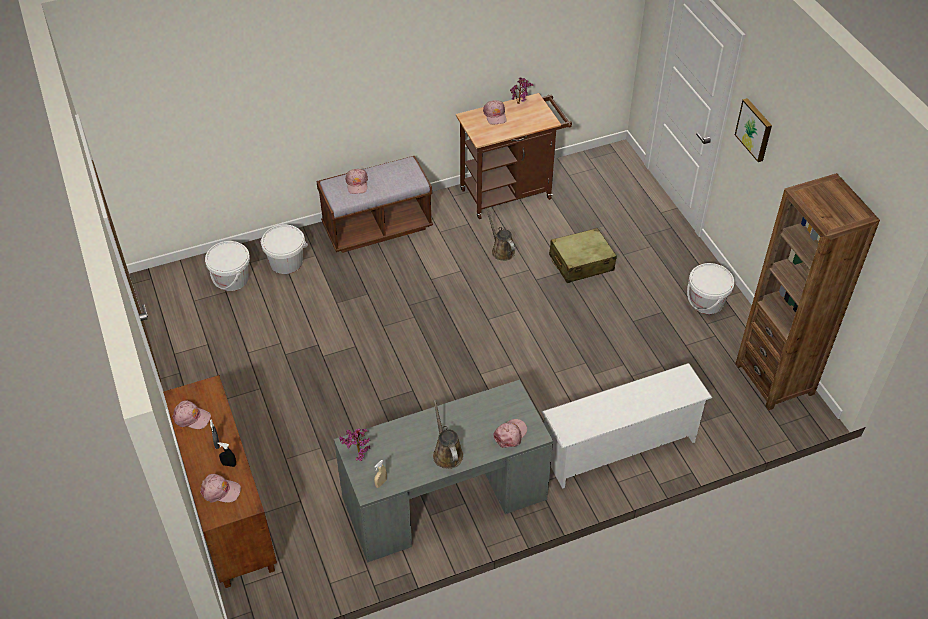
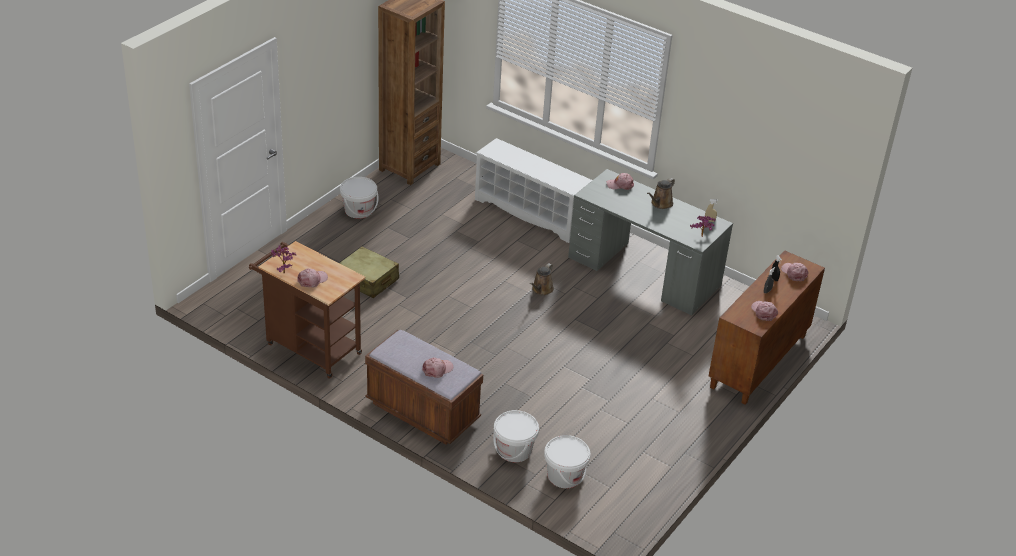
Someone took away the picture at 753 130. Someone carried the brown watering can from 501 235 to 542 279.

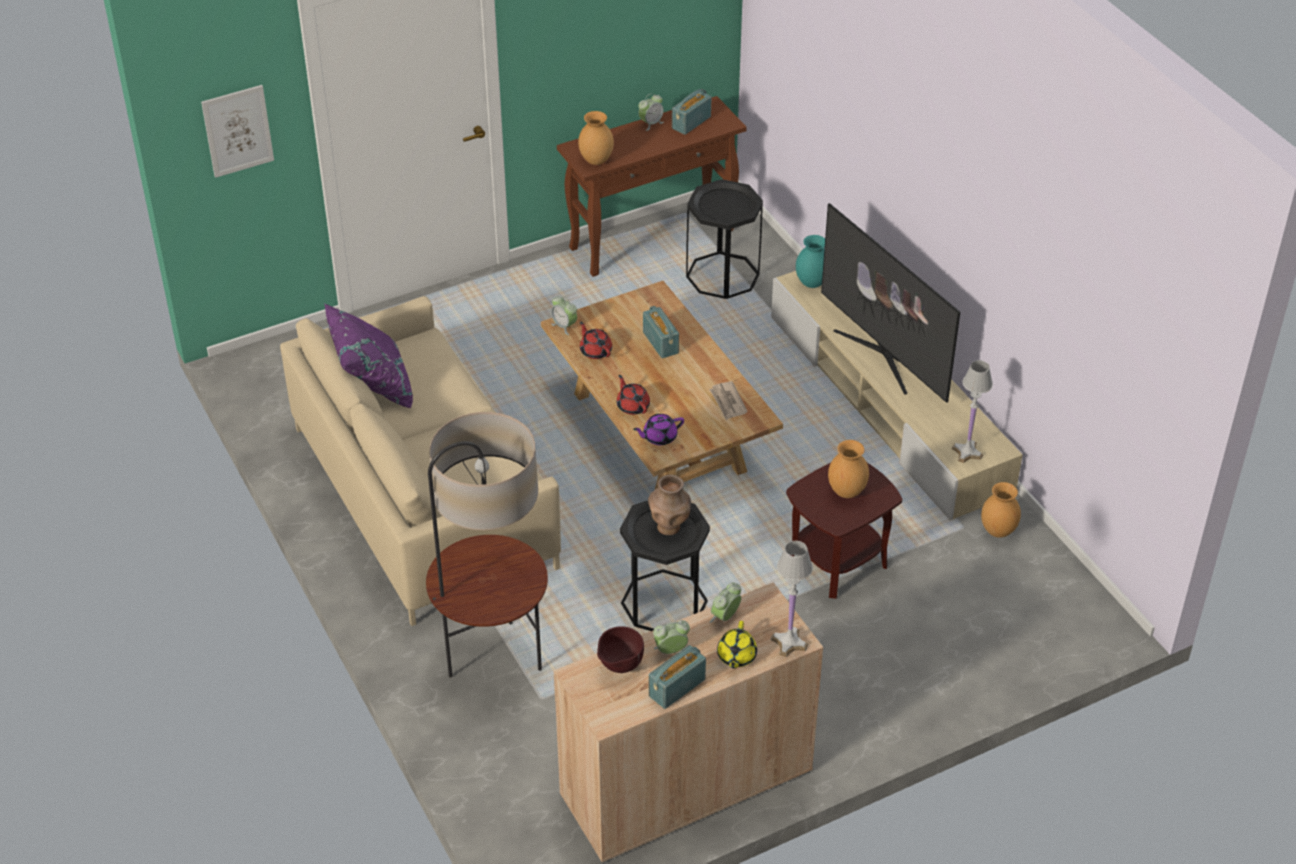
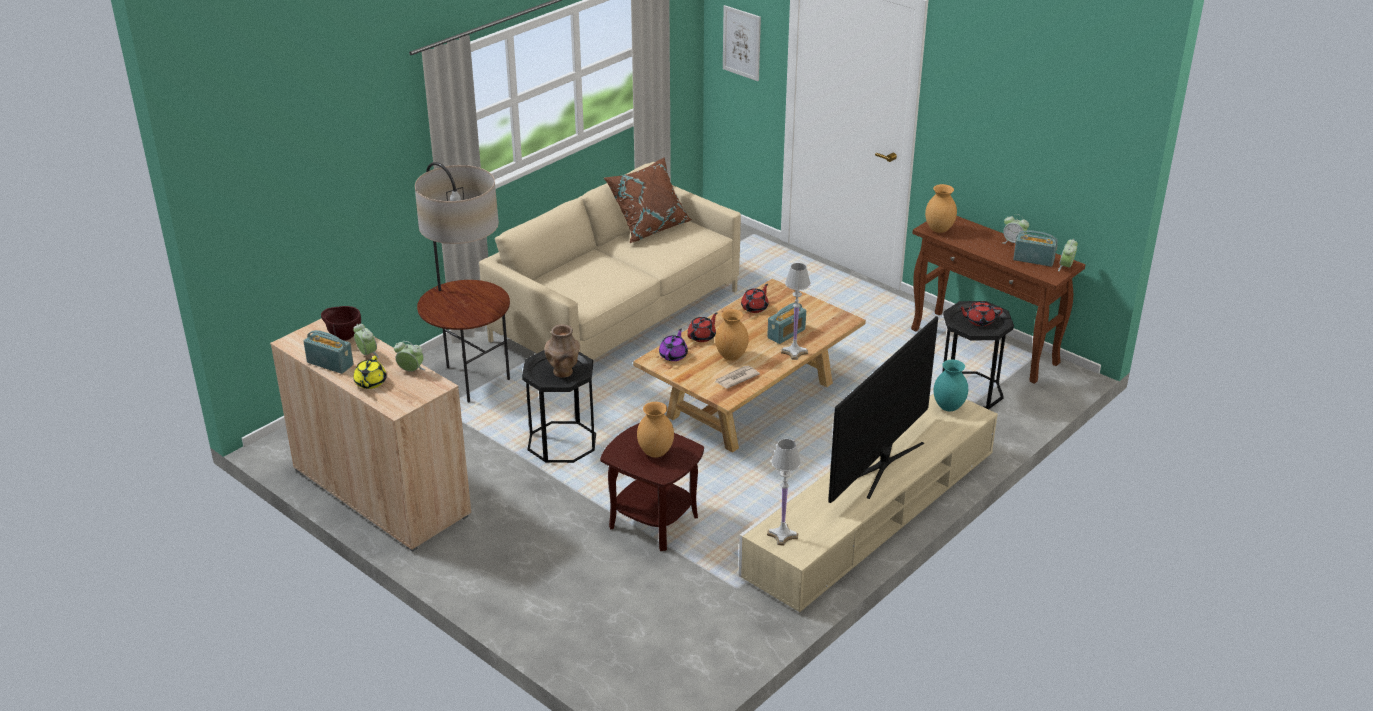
Someone carried the alarm clock from 564 315 to 1068 255. Someone repainted the purple pillow at 368 355, which became the brown pillow at 648 200. Someone rotated the purple teapot at 658 429 by 60 degrees clockwise. Someone carried the brown vase from 1001 510 to 732 334. Someone carried the white table lamp from 792 599 to 796 311. Someone rotated the yellow teapot at 737 644 by 75 degrees counterclockwise. Someone put down the red teapot at 980 313.

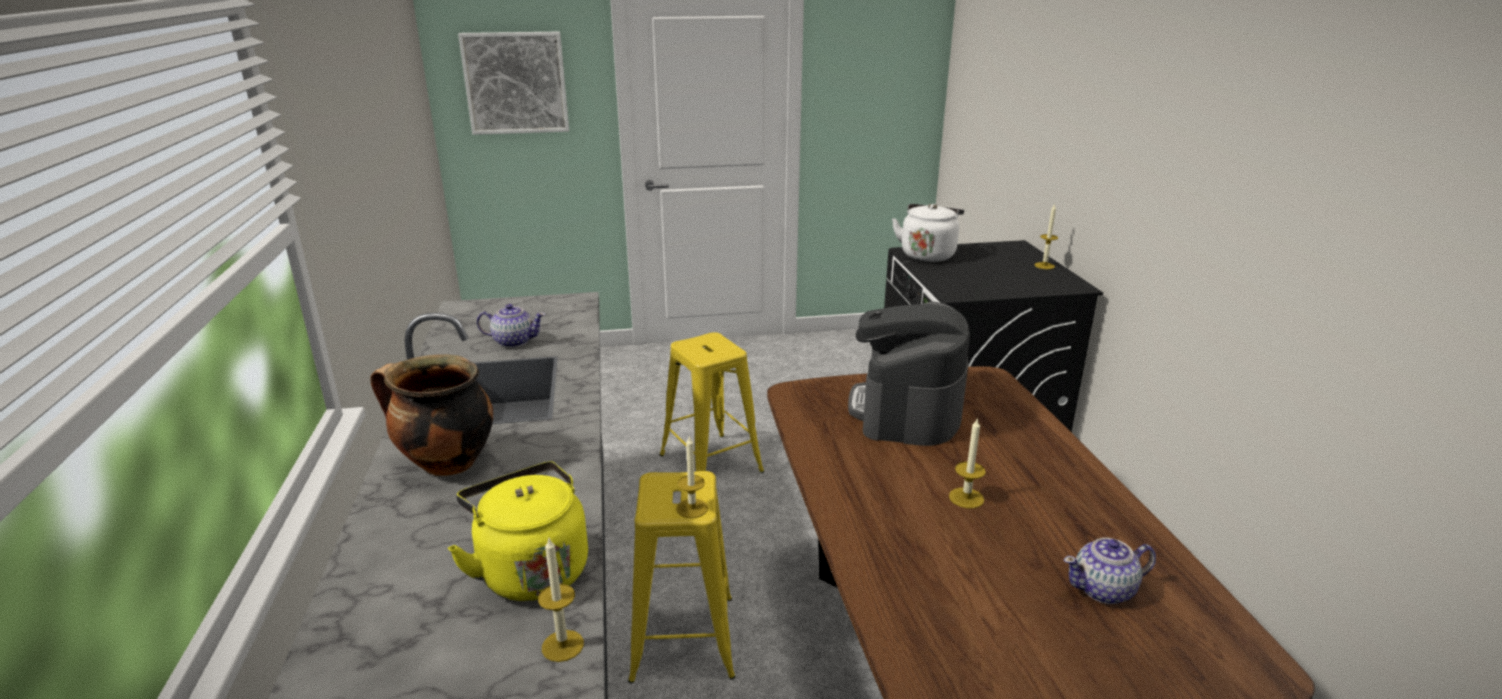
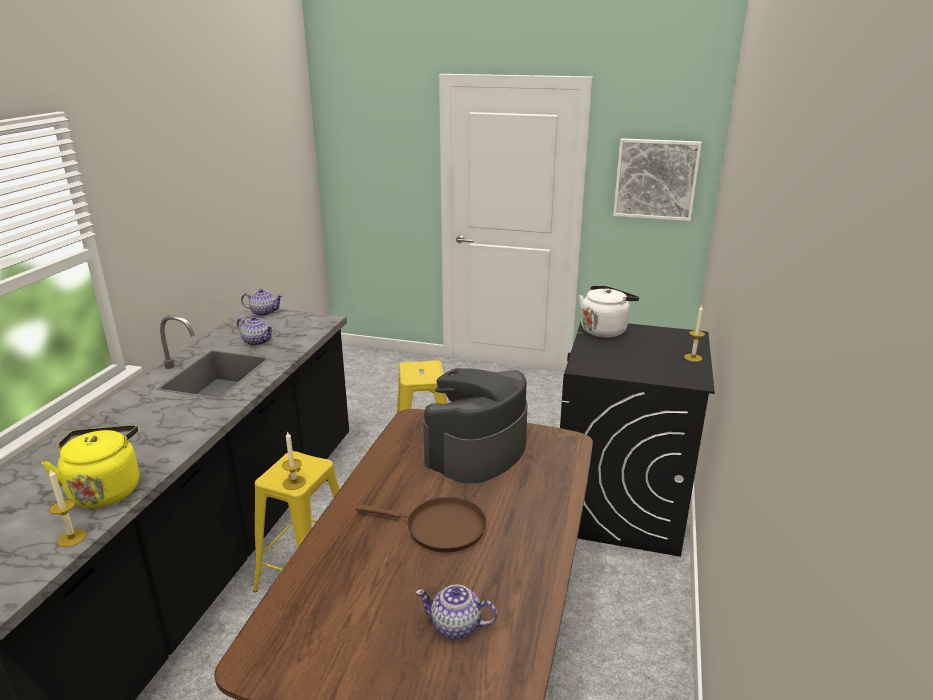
Someone carried the picture from 513 83 to 657 179. Someone took away the cooking pot at 432 415. Someone swapped the candle at 967 463 for the brown frying pan at 421 524. Someone put down the teapot at 262 302.

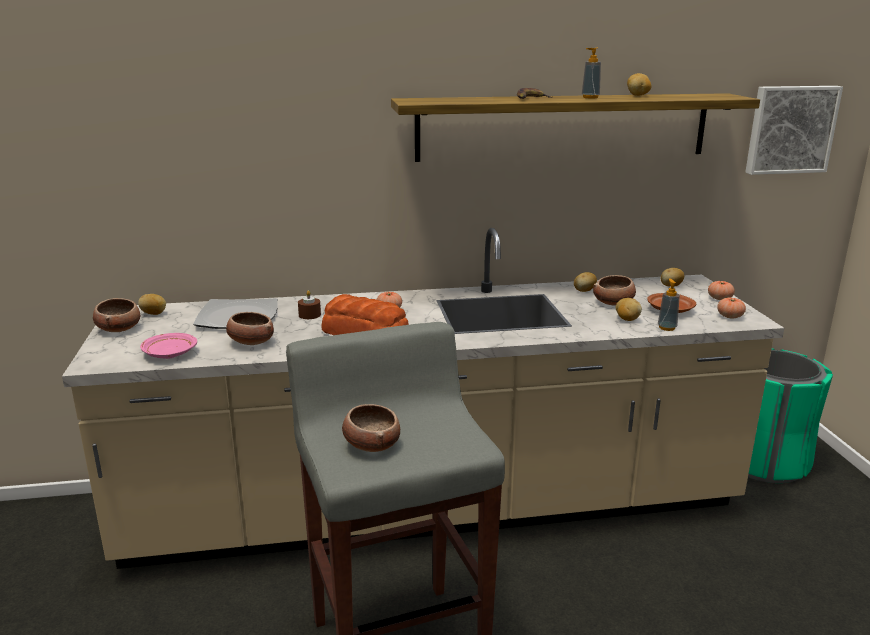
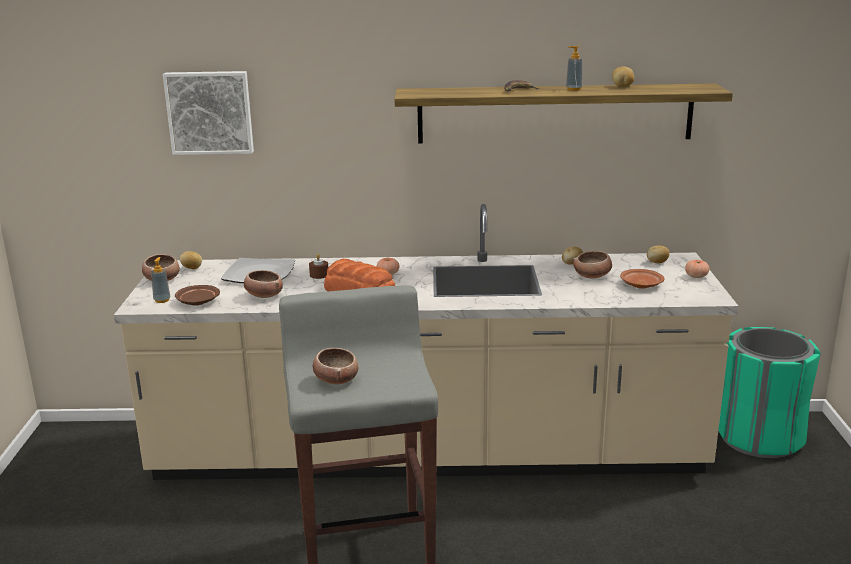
Someone carried the picture from 794 130 to 208 113. Someone carried the soap dispenser from 669 304 to 160 280. Someone took away the potato at 629 309. Someone took away the tomato at 731 308. Someone repainted the pink plate at 168 346, which became the brown plate at 197 295.

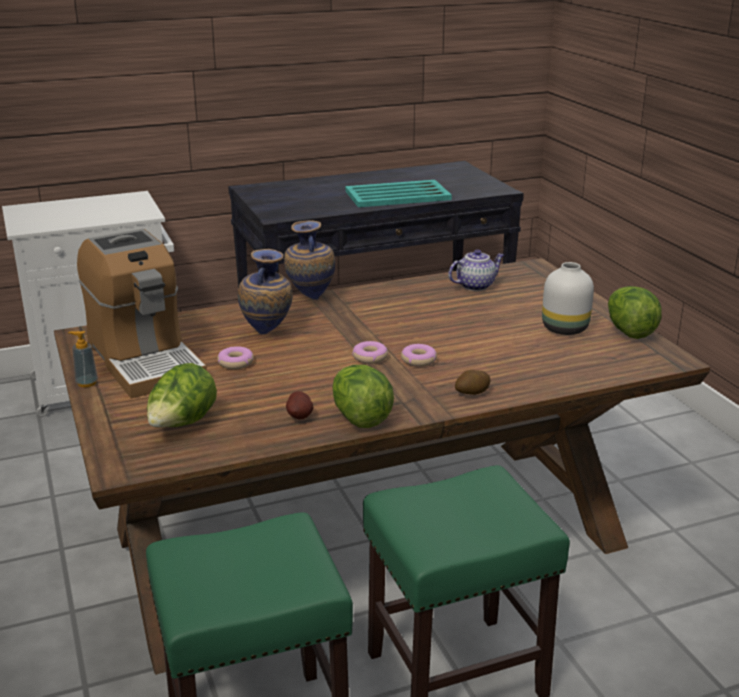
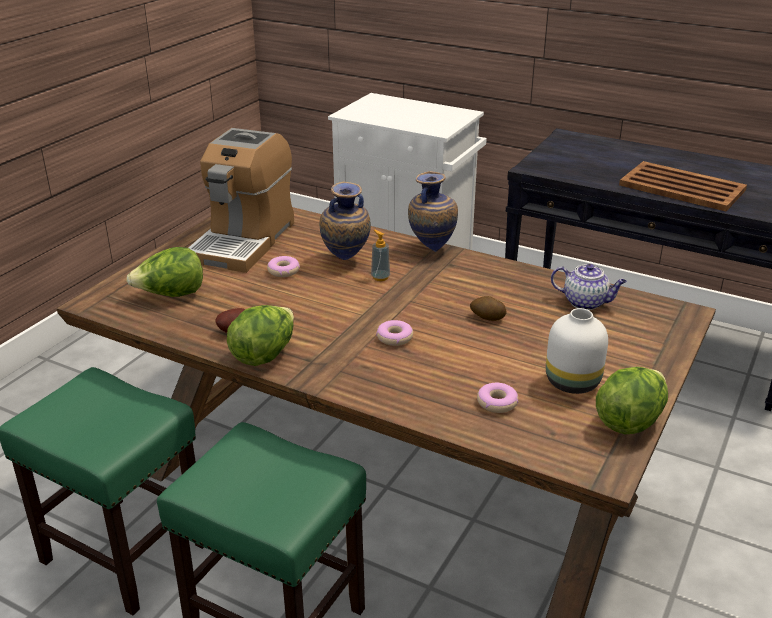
Someone repainted the turquoise tray at 398 193, which became the brown tray at 683 186. Someone carried the soap dispenser from 83 359 to 380 255. Someone carried the donut from 370 352 to 497 398. Someone carried the potato from 472 382 to 488 308.

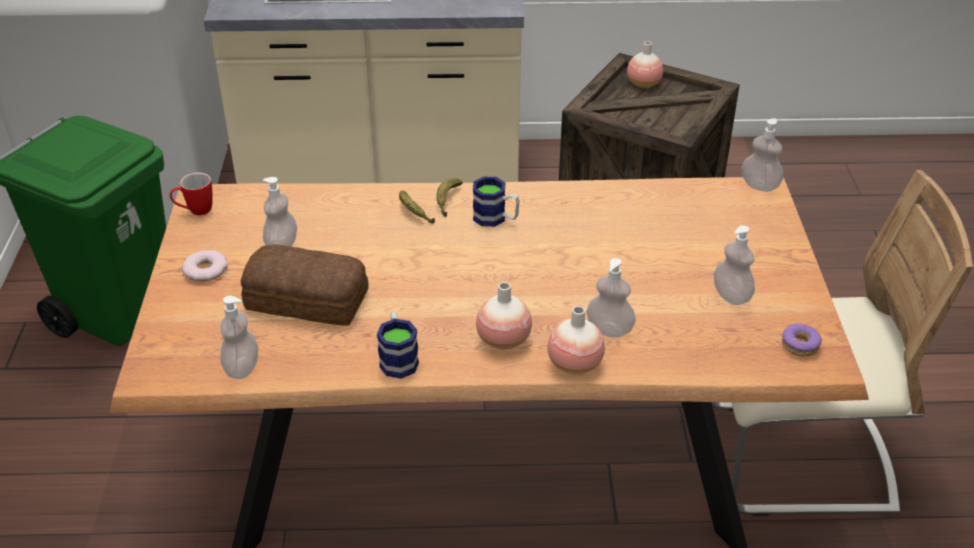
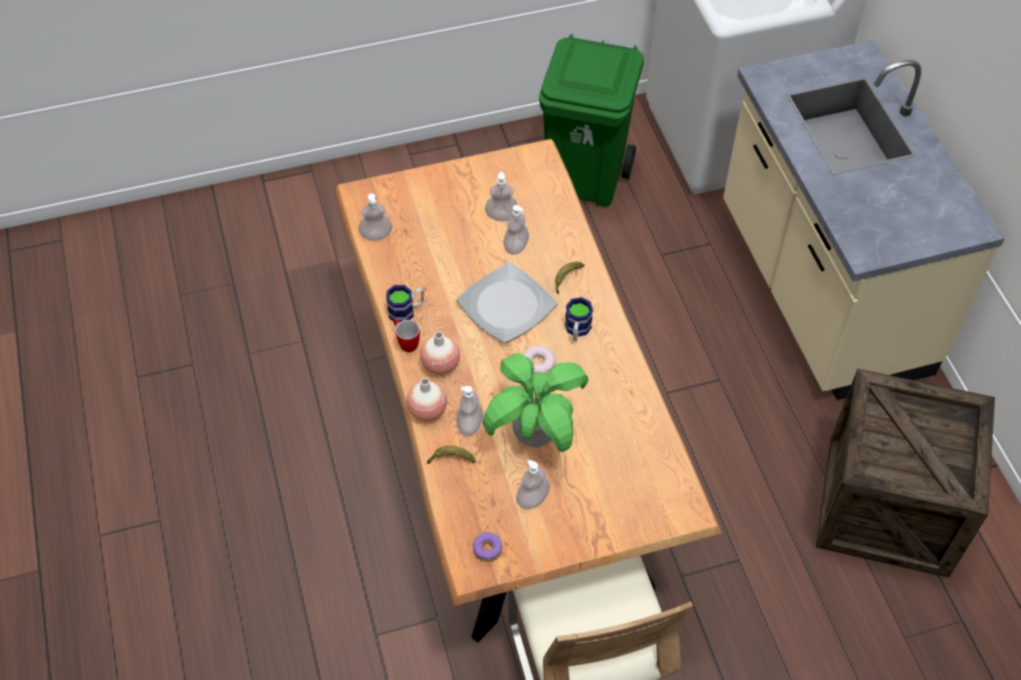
Someone took away the vase at 645 64. Someone carried the soap dispenser from 762 155 to 516 230. Someone carried the mug from 191 194 to 406 335. Someone carried the banana from 449 197 to 451 455. Someone took away the bread at 305 285. Someone carried the donut from 205 266 to 539 360. Someone put down the plate at 506 302. Someone put down the potted plant at 535 402.

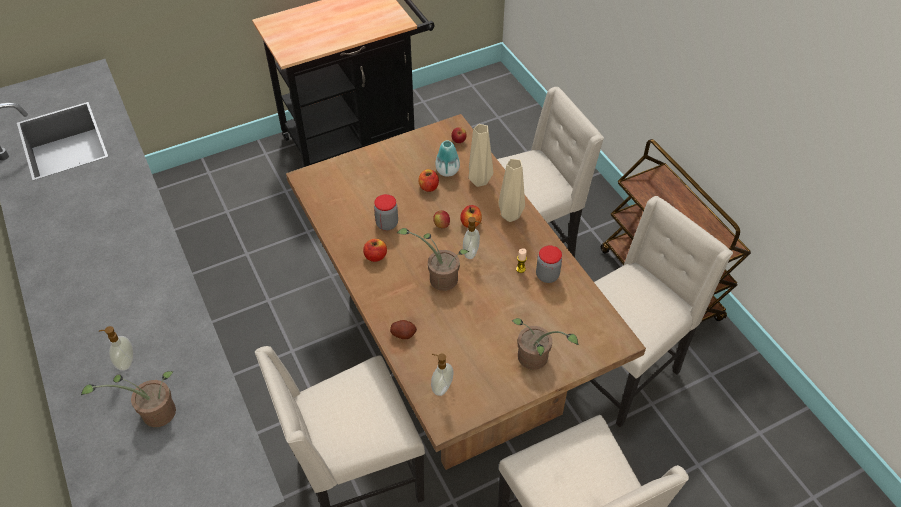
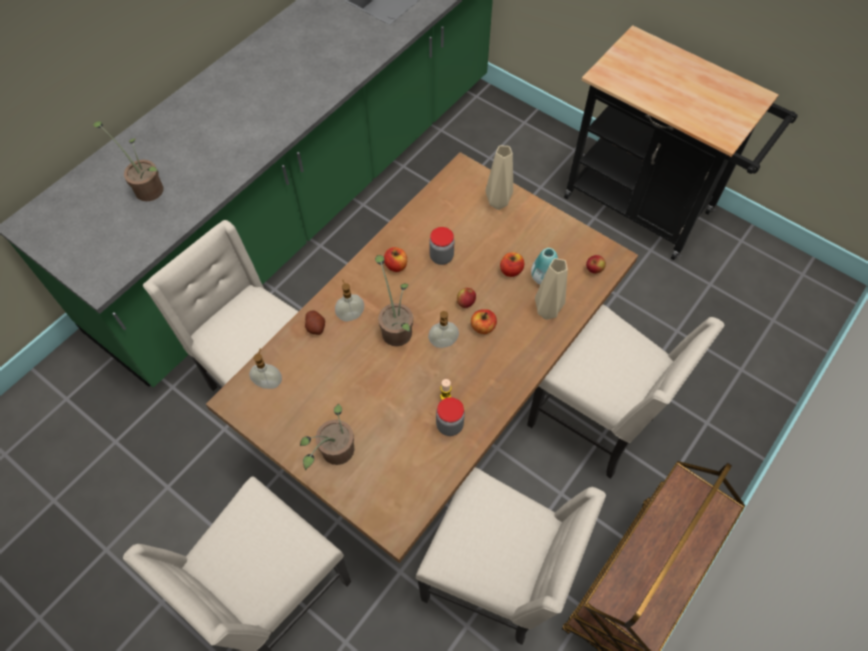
Someone carried the beige vase from 511 190 to 499 178. Someone carried the soap dispenser from 116 348 to 349 301.

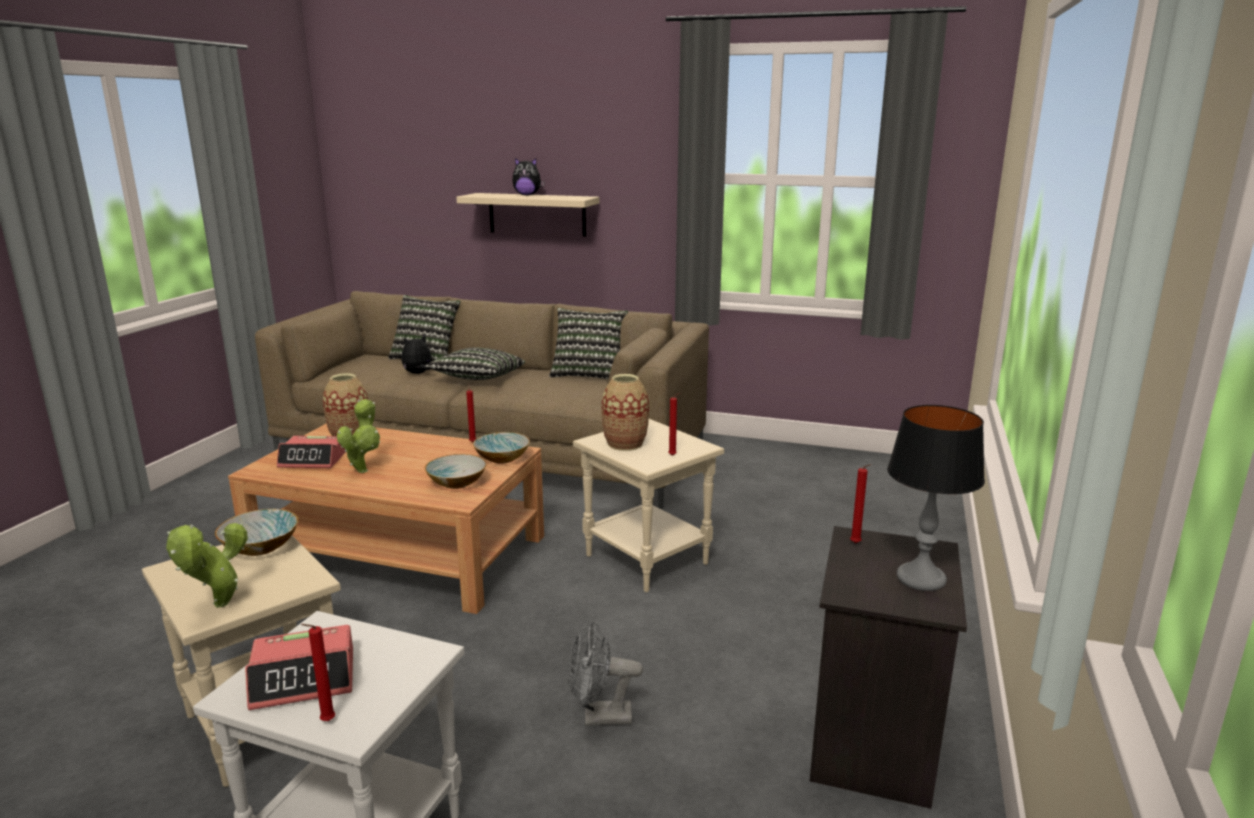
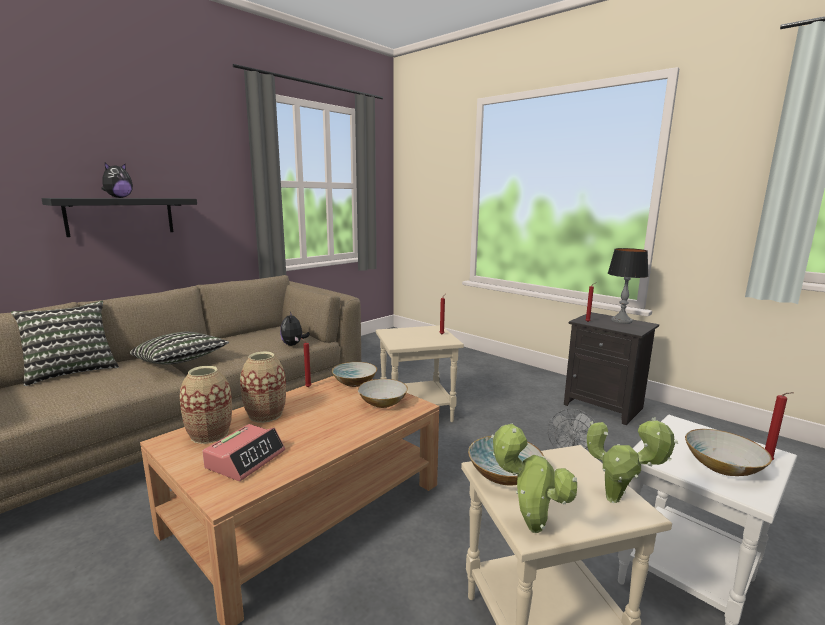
Someone repainted the beige shelf at 528 215, which became the black shelf at 119 217. Someone took away the pillow at 588 343. Someone carried the plush toy from 416 354 to 295 328. Someone carried the vase from 625 412 to 263 387. Someone carried the potted plant from 359 436 to 534 478. Someone swapped the alarm clock at 299 667 for the bowl at 728 452.

